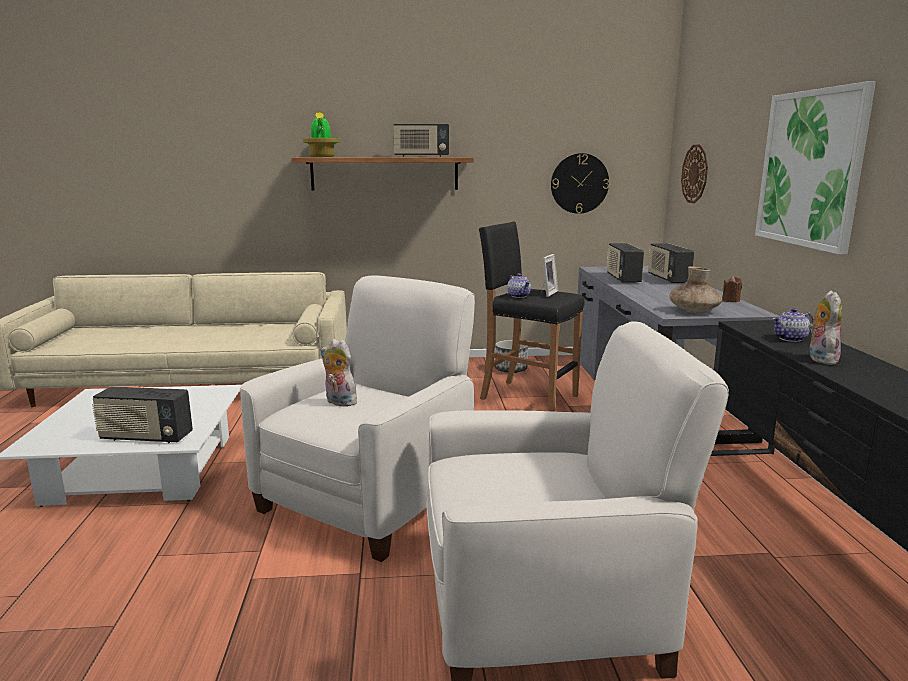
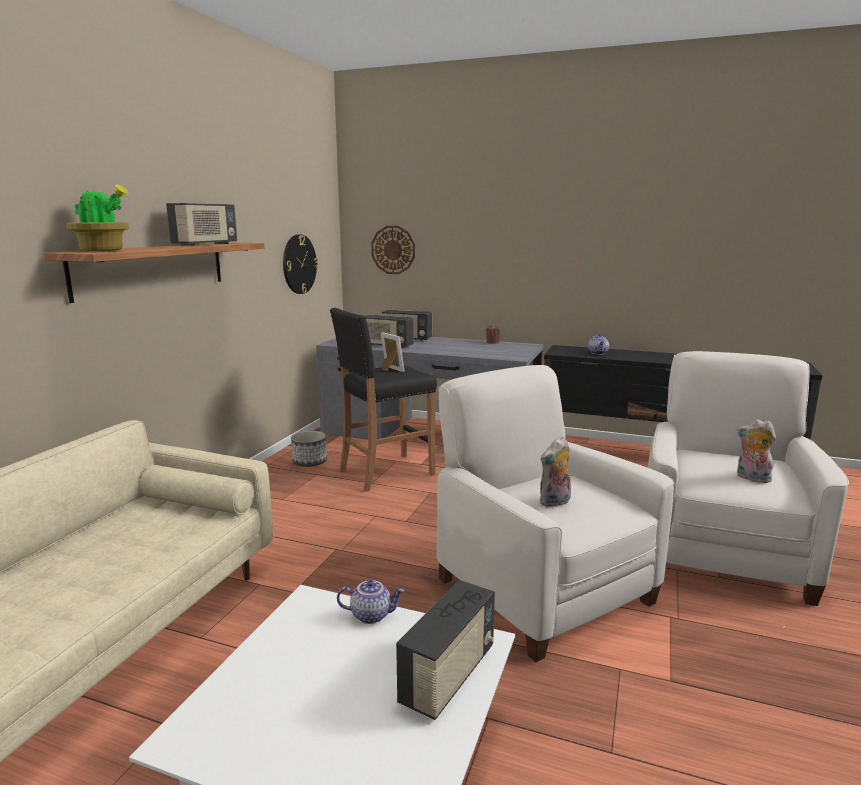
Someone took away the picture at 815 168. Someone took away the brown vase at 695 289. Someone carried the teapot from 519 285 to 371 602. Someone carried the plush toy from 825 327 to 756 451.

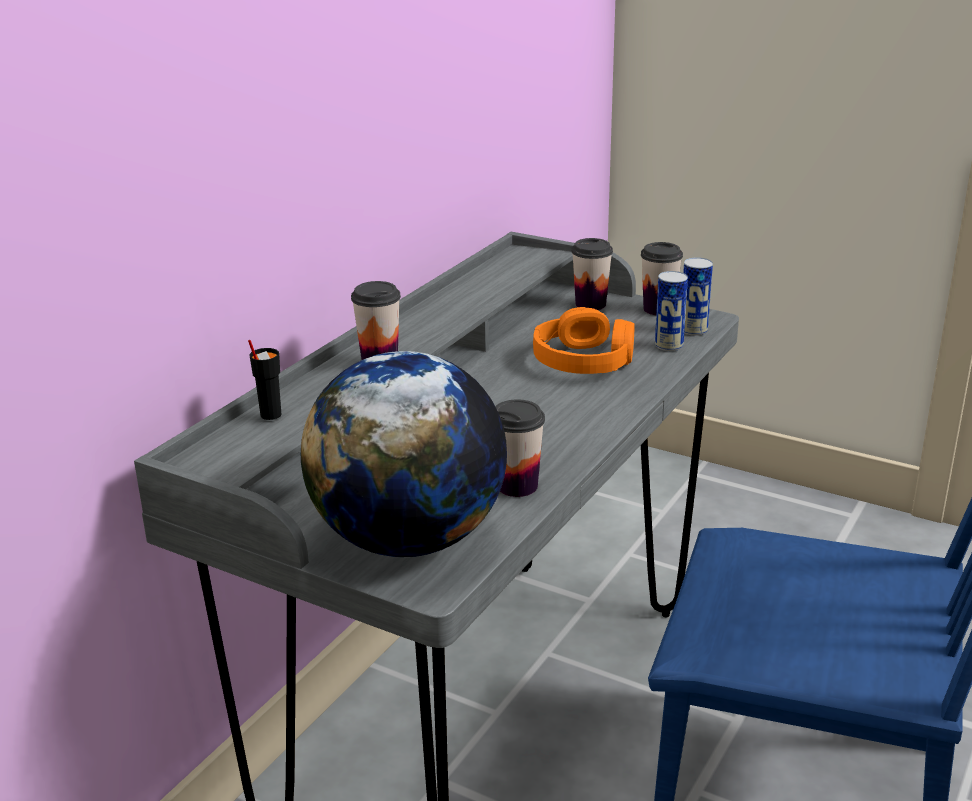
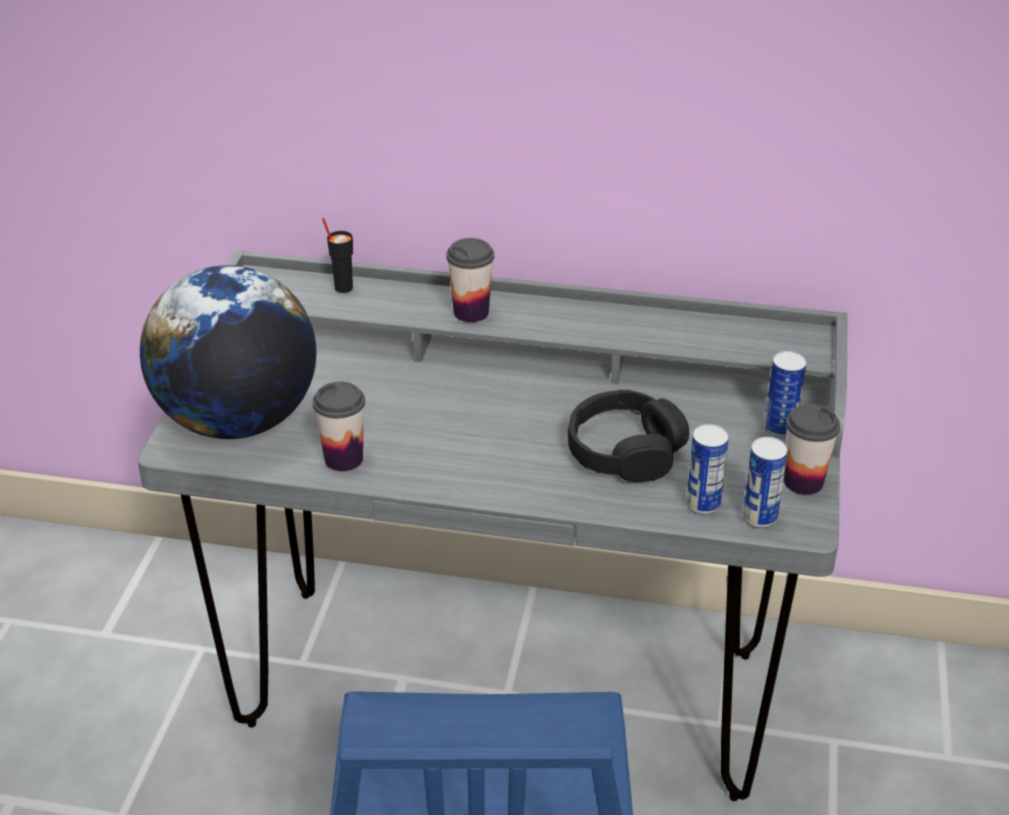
Someone swapped the cup at 592 274 for the can at 785 394. Someone repainted the orange headphones at 584 340, which became the black headphones at 628 436.

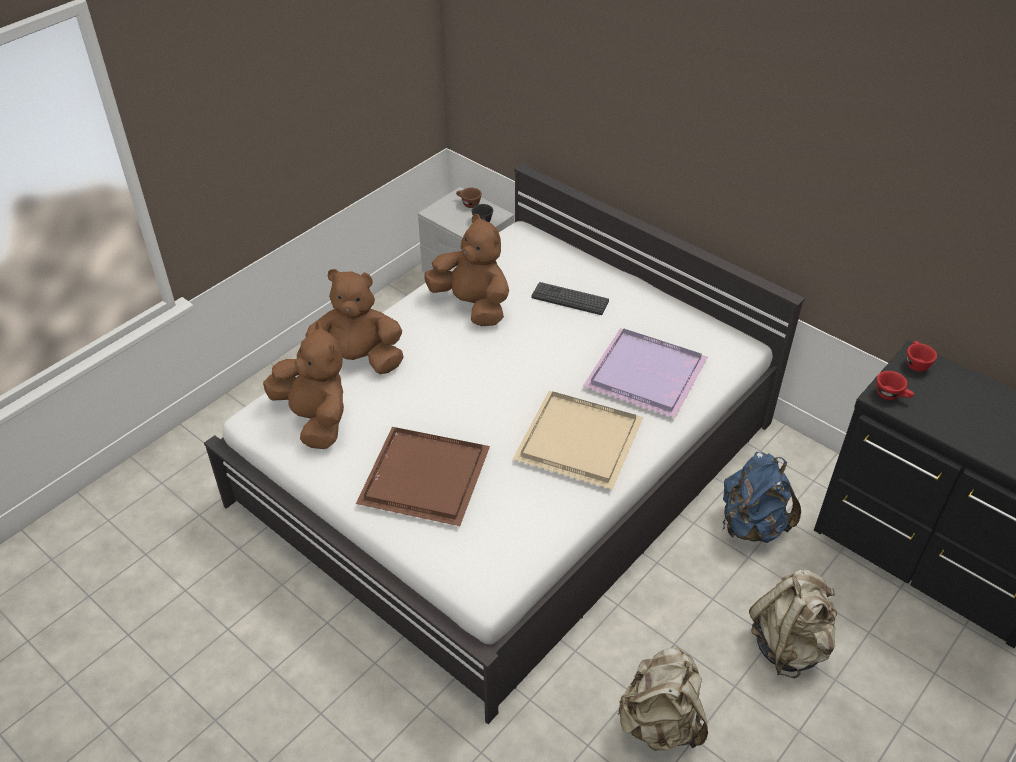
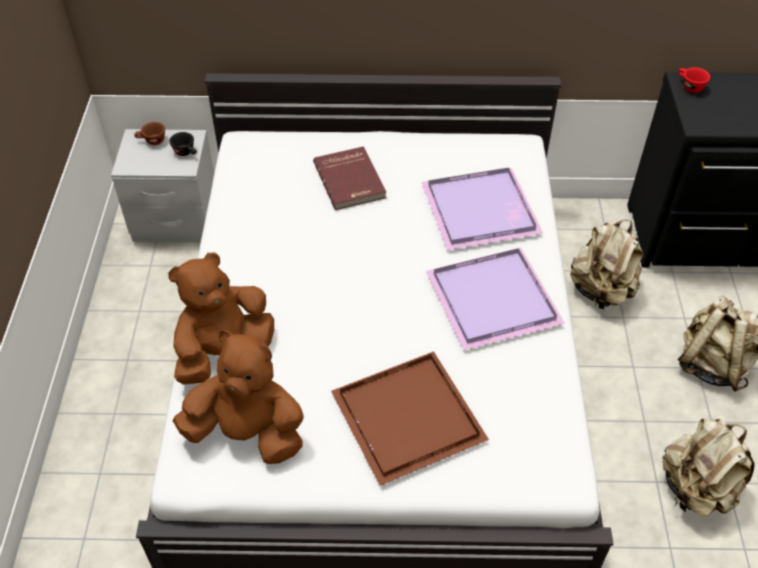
Someone took away the brown plush toy at 467 270. Someone swapped the keyboard at 570 298 for the red book at 349 178. Someone took away the red cup at 895 385. Someone repainted the beige tray at 578 440, which became the purple tray at 495 298. Someone repainted the blue backpack at 761 497, which became the beige backpack at 606 264.

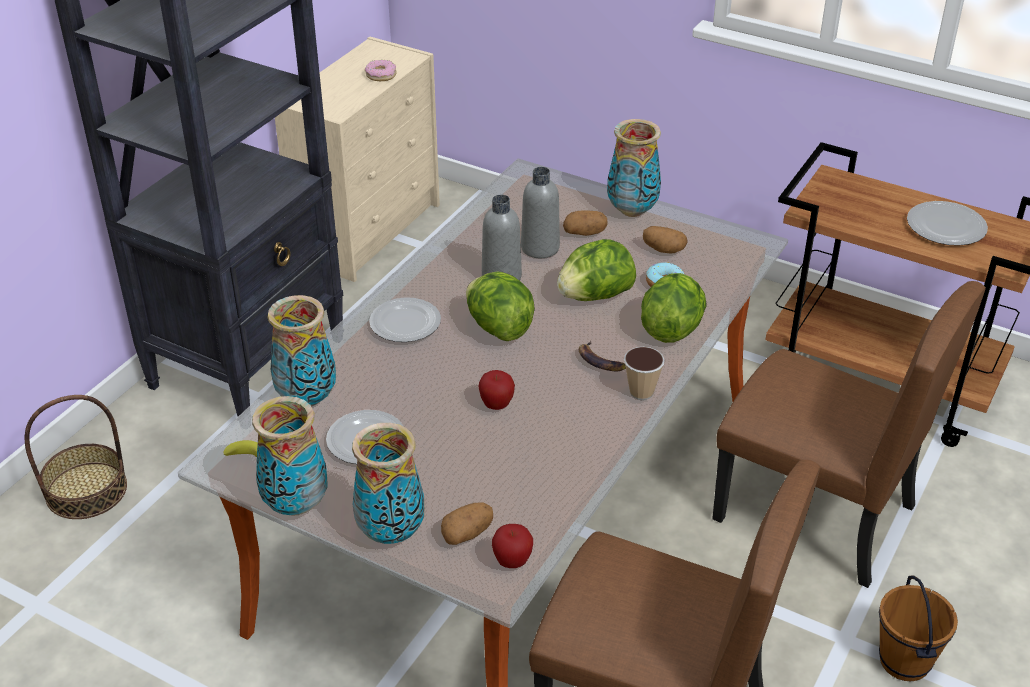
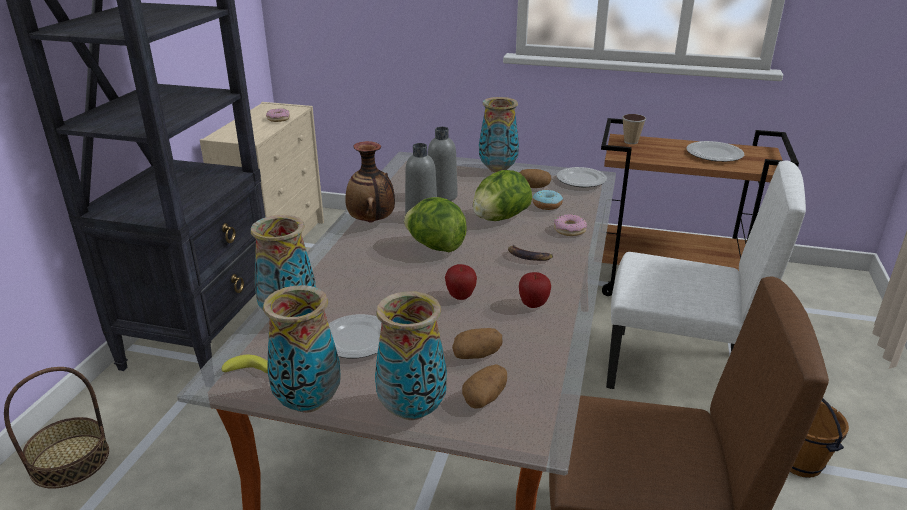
Someone carried the potato from 585 223 to 477 343. Someone swapped the lettuce at 673 308 for the donut at 570 225. Someone repainted the brown chair at 849 434, which became the white chair at 706 274. Someone carried the plate from 405 319 to 582 177. Someone carried the cup from 644 373 to 634 129. Someone carried the apple from 512 546 to 535 290. Someone put down the vase at 370 181.

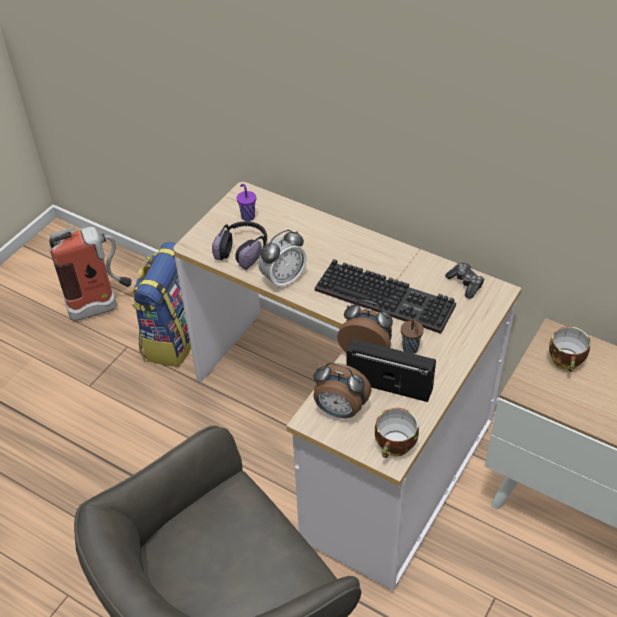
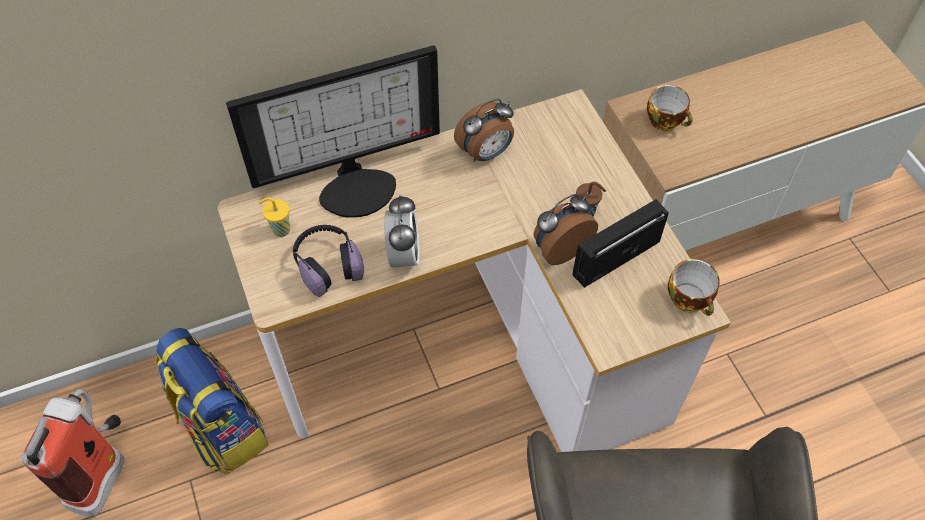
Someone repainted the purple cup at 246 202, which became the yellow cup at 274 217. Someone took away the keyboard at 385 296. Someone took away the game controller at 464 280. Someone carried the alarm clock from 342 390 to 484 130. Someone put down the monitor at 333 131.

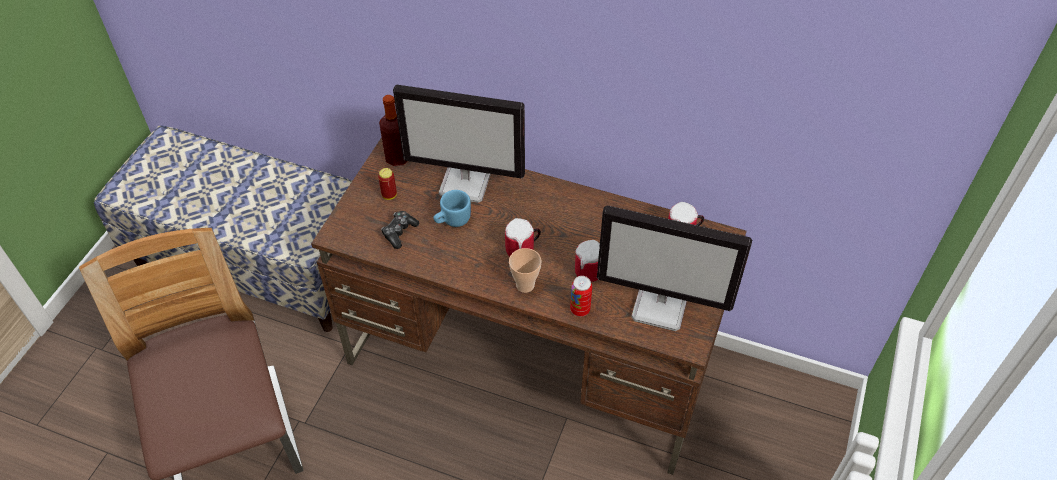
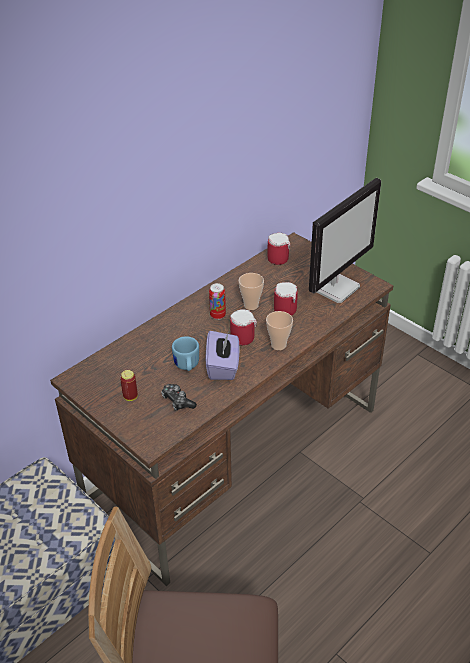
Someone took away the monitor at 459 144. Someone took away the bottle at 393 130. Someone carried the can from 581 296 to 217 301. Someone put down the cup at 251 291. Someone put down the purple tissue box at 222 355.

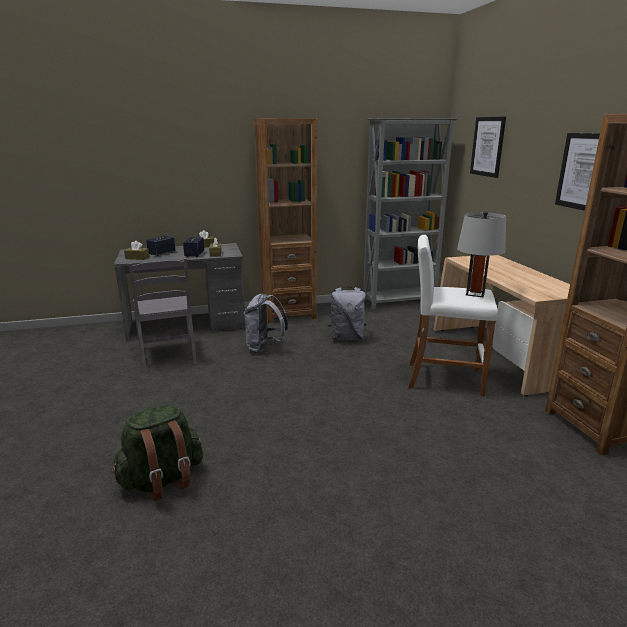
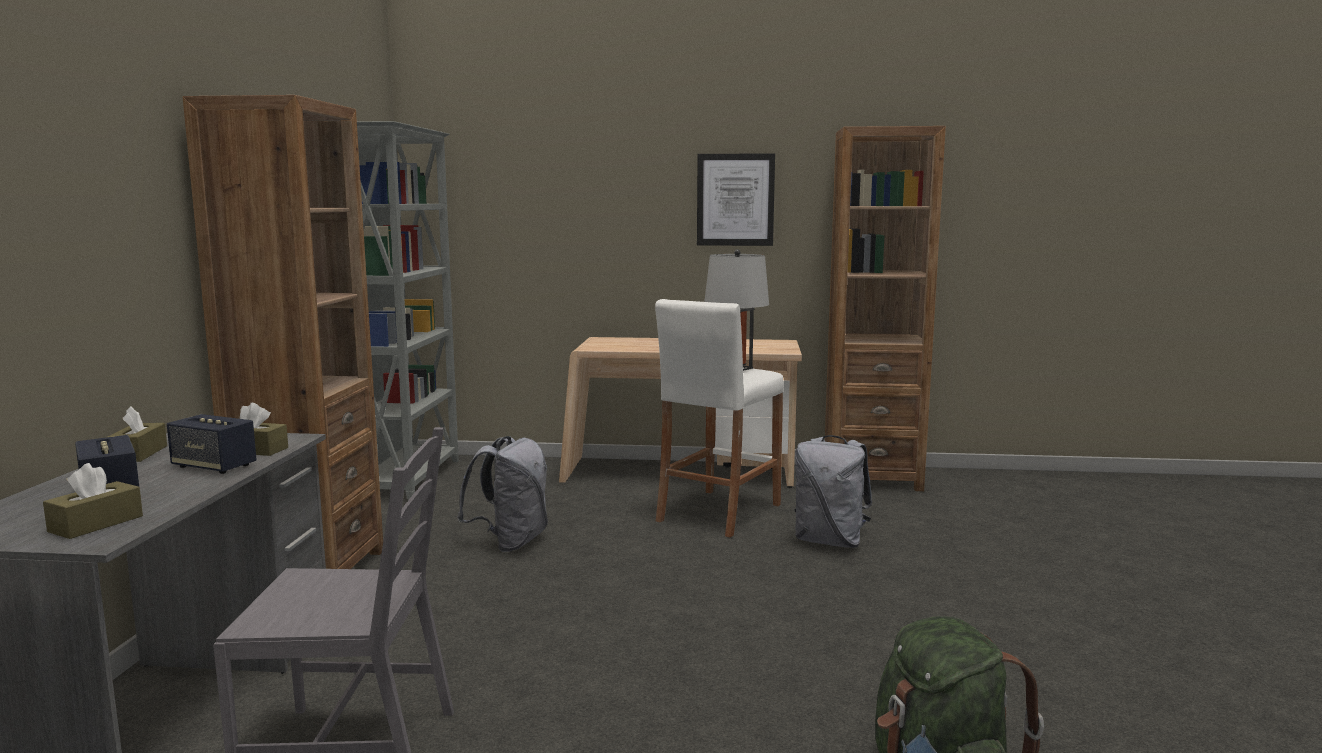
Someone took away the picture at 488 147. Someone carried the grey backpack from 266 323 to 833 491.

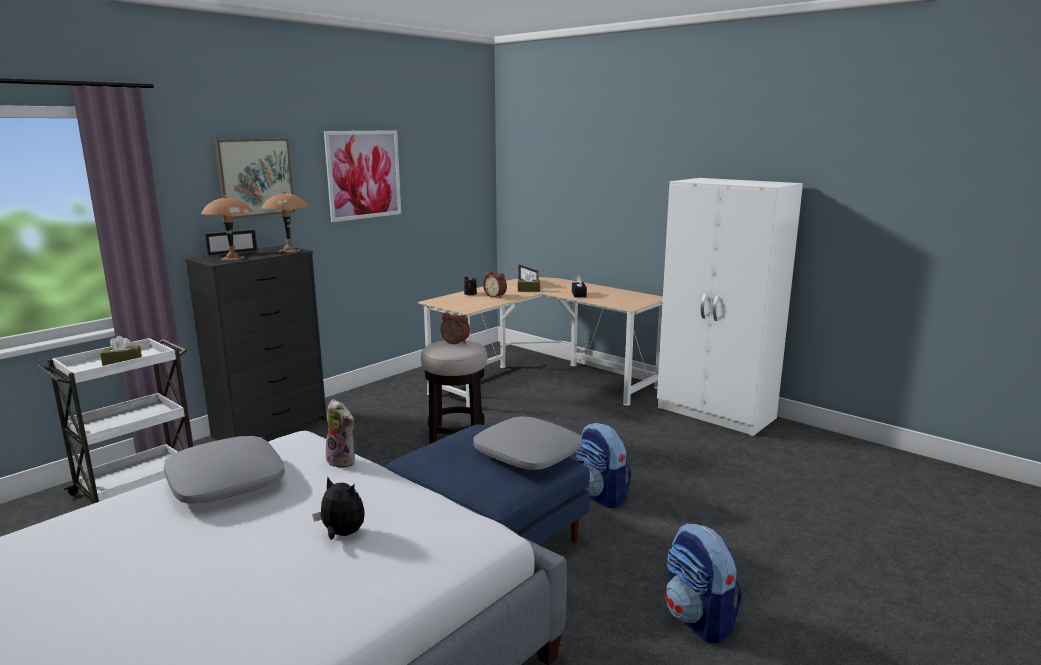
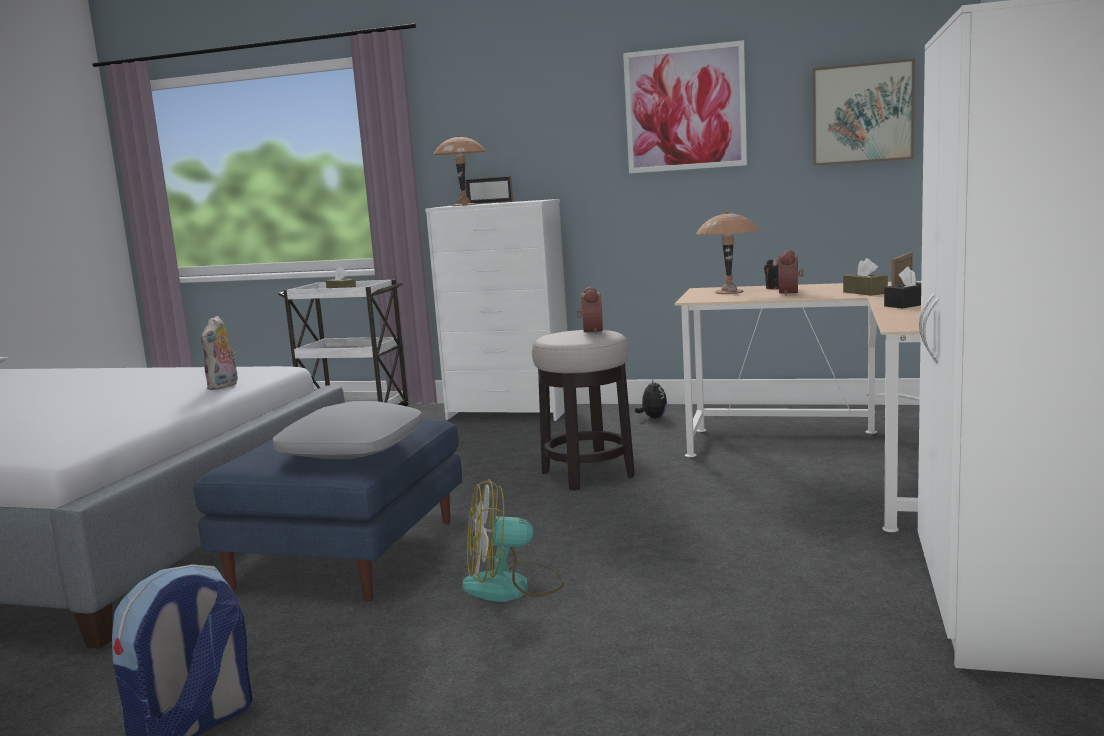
Someone carried the picture from 254 178 to 863 112. Someone carried the brown table lamp from 285 222 to 727 252. Someone repainted the black dresser at 256 342, which became the white dresser at 496 310. Someone swapped the backpack at 604 465 for the fan at 513 540. Someone took away the grey pillow at 224 470. Someone carried the plush toy from 338 508 to 651 399.

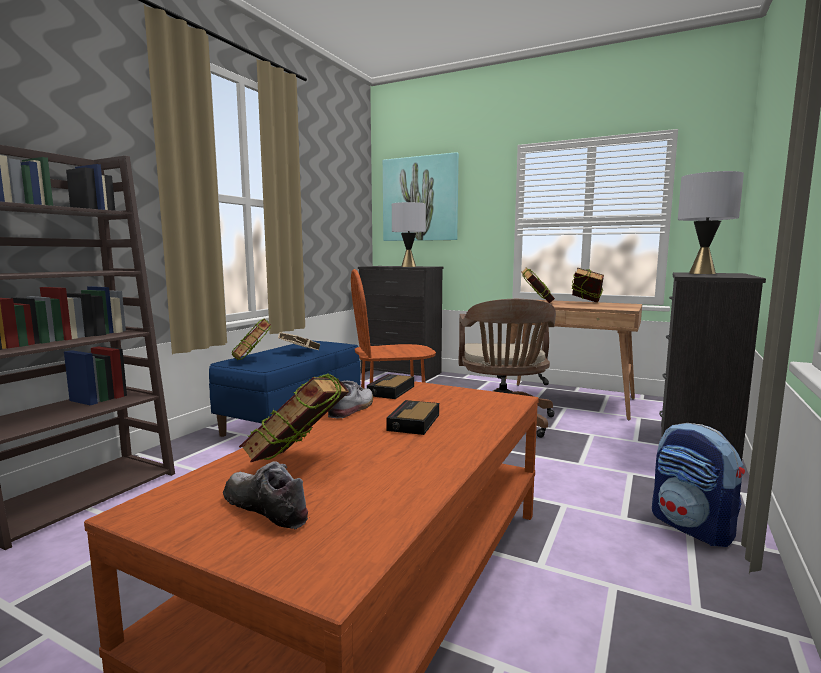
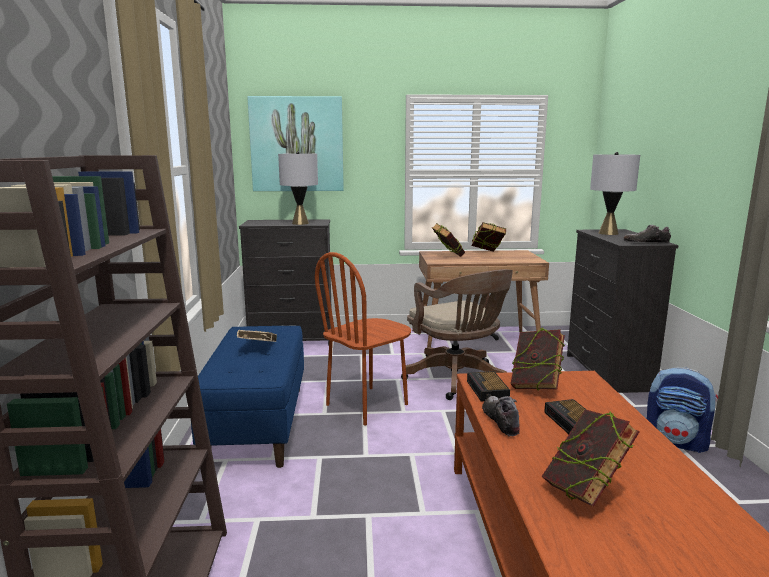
Someone carried the book from 251 339 to 538 359. Someone carried the shoe from 265 495 to 647 234.

